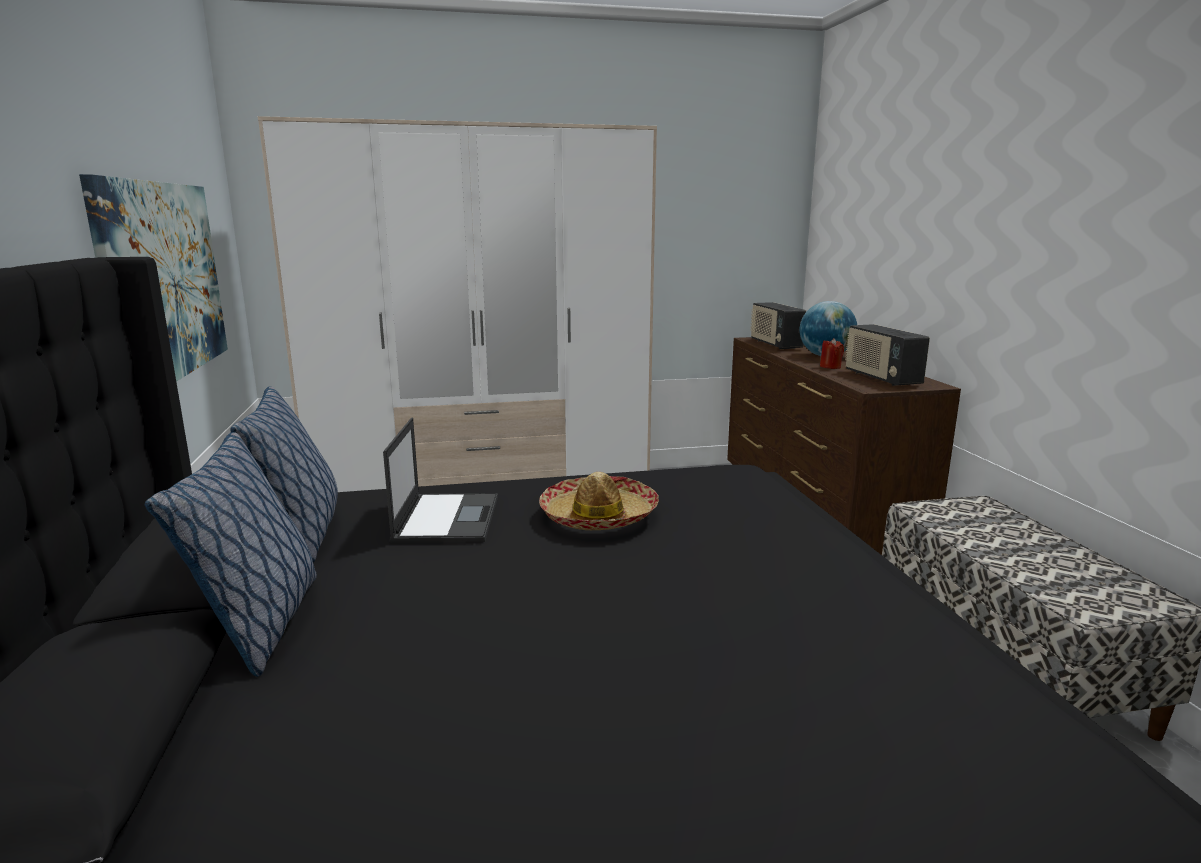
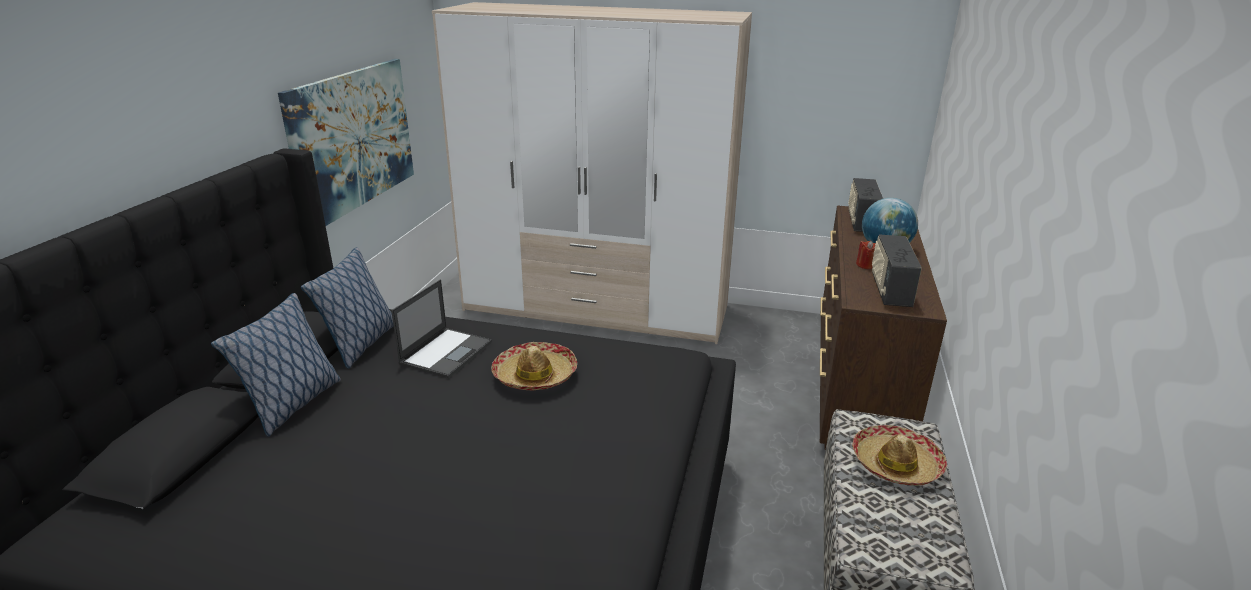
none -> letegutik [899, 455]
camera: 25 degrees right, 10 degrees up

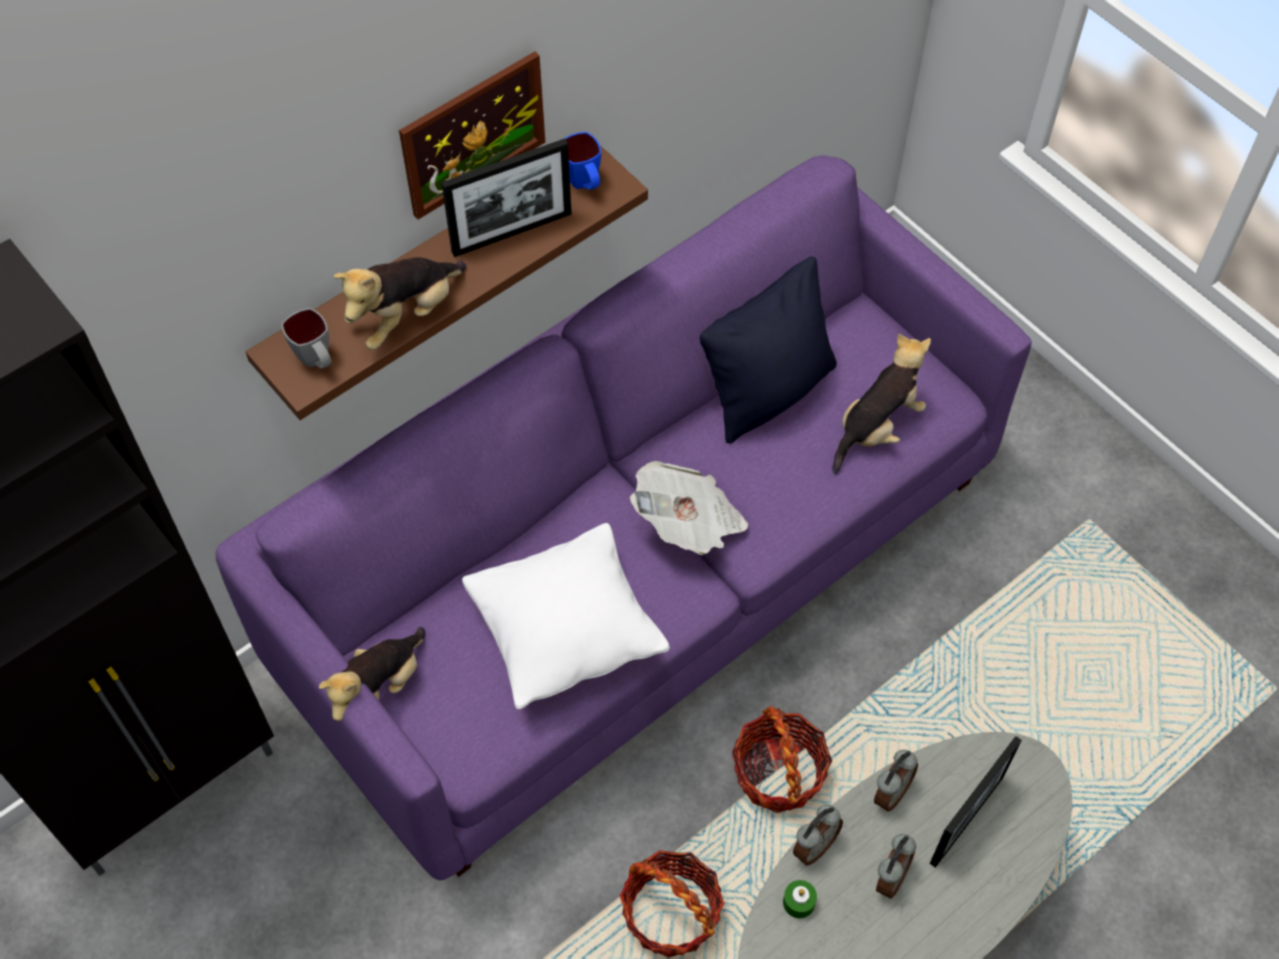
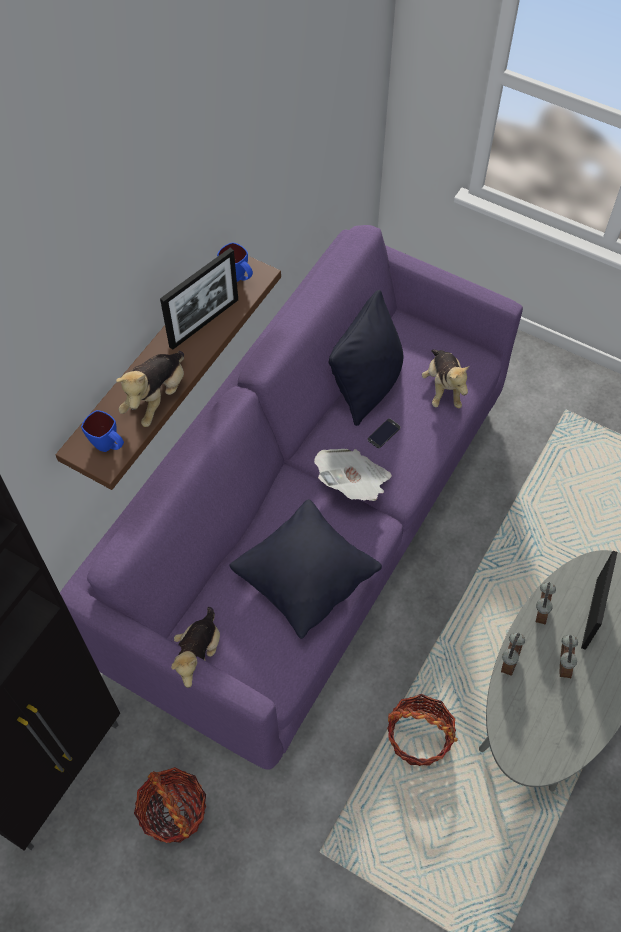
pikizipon [472, 136] -> none
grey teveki [306, 338] -> blue teveki [102, 431]
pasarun [881, 404] -> pasarun [446, 378], 150 degrees clockwise
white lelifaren [566, 616] -> black lelifaren [305, 569]
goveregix [782, 759] -> goveregix [170, 805], move
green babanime [800, 899] -> none
none -> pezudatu [384, 433]
camera: 20 degrees left, 0 degrees up

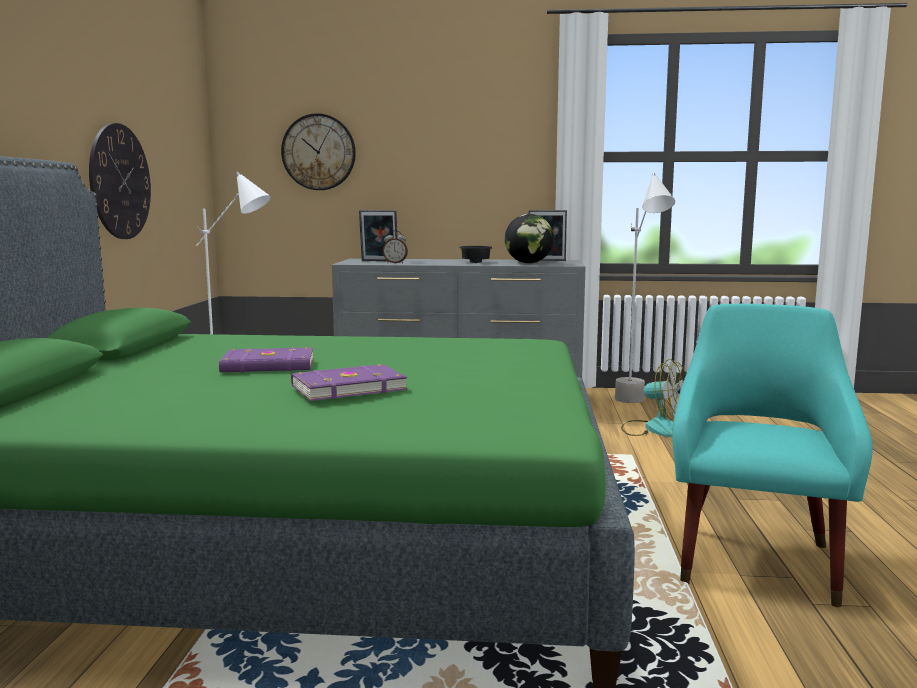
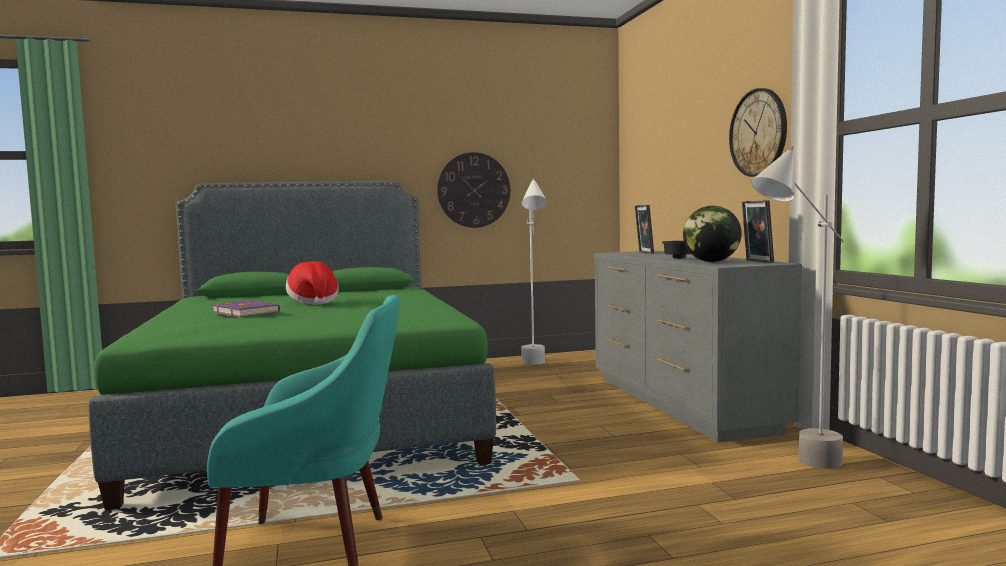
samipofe [318, 151] -> samipofe [758, 132], move
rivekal [395, 246] -> none
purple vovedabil [266, 360] -> letegutik [312, 283]
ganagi [653, 398] -> none
camera: 70 degrees right, 5 degrees down

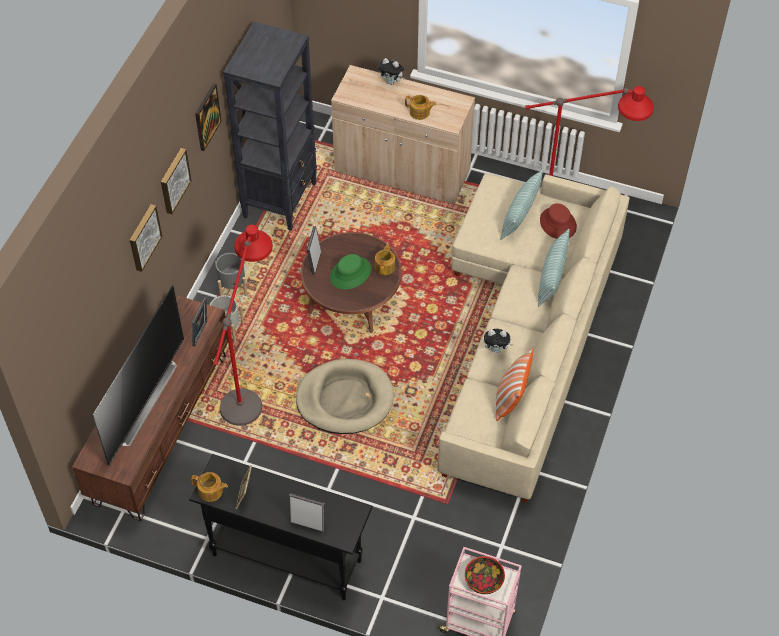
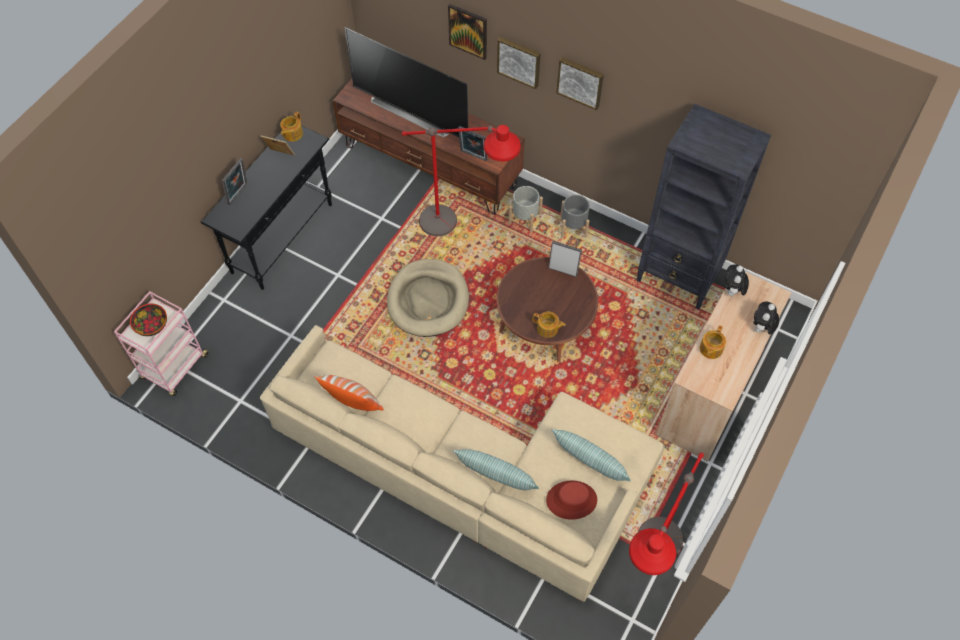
pikizipon [208, 117] -> pikizipon [467, 32], move
green letegutik [350, 271] -> none
pasarun [498, 341] -> pasarun [737, 281], move
camera: 100 degrees right, 5 degrees up

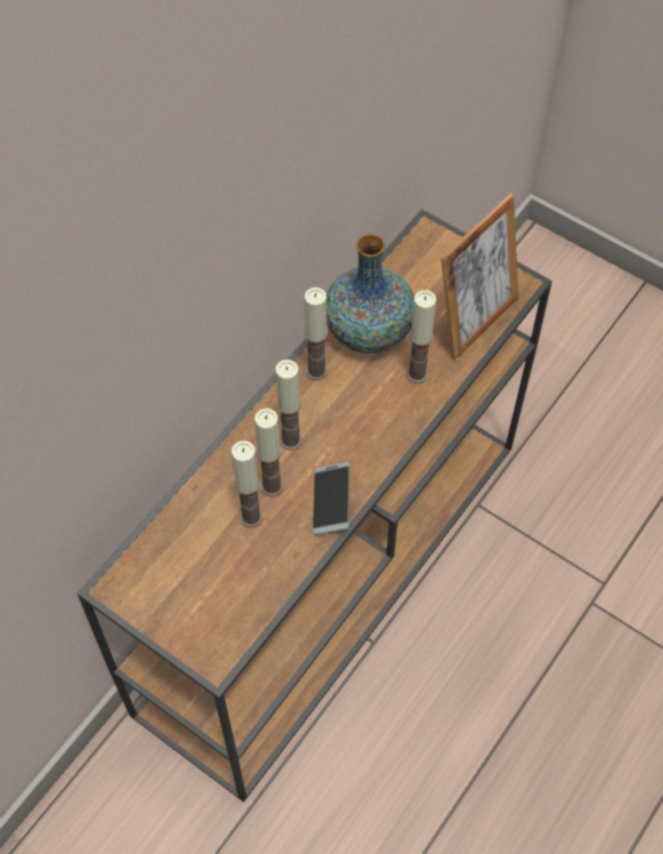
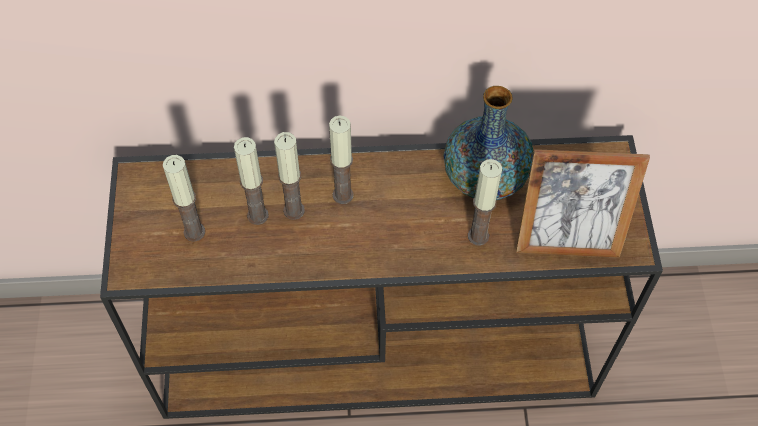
babanime [316, 334] -> babanime [184, 198], move
pezudatu [331, 498] -> none
camera: 50 degrees right, 0 degrees up

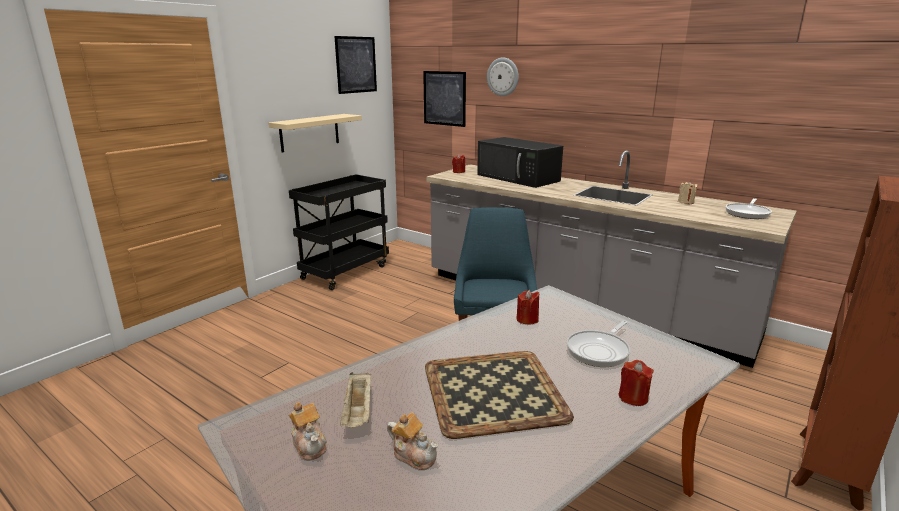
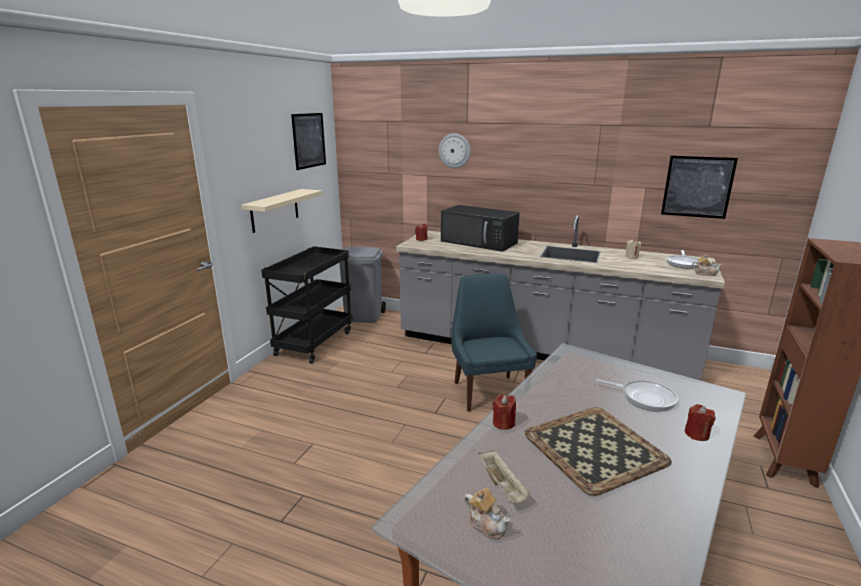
pikizipon [444, 99] -> pikizipon [699, 187], move
red babanime [528, 307] -> red babanime [504, 412], move
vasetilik [598, 343] -> vasetilik [637, 395], 90 degrees counterclockwise
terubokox [413, 441] -> terubokox [707, 265], move
none -> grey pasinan [362, 285]
camera: 15 degrees left, 0 degrees up

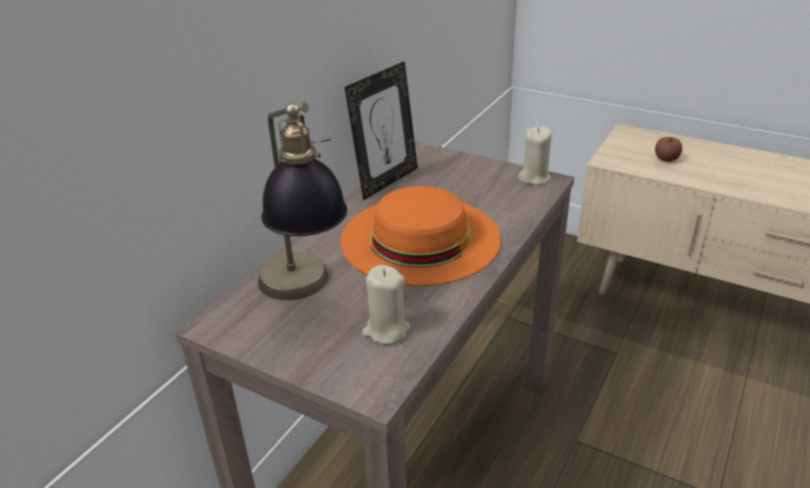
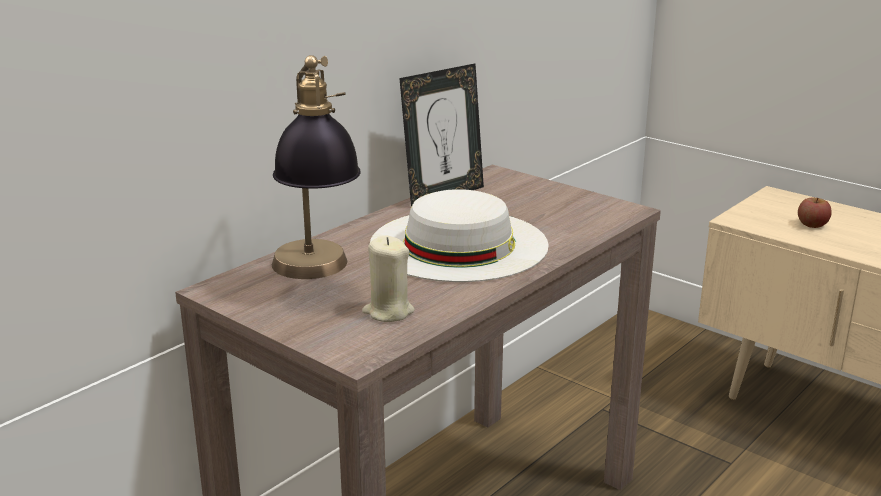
beige babanime [535, 155] -> none
orange letegutik [420, 236] -> white letegutik [459, 235]
camera: 10 degrees right, 10 degrees down

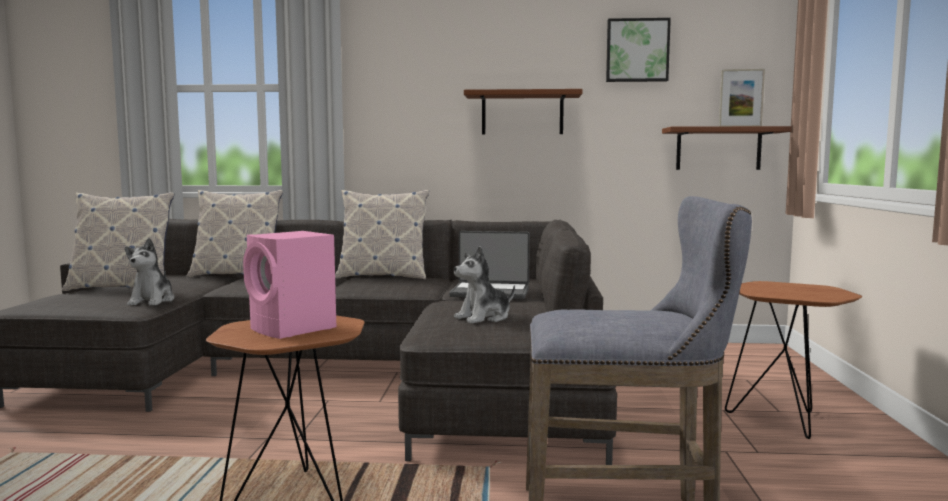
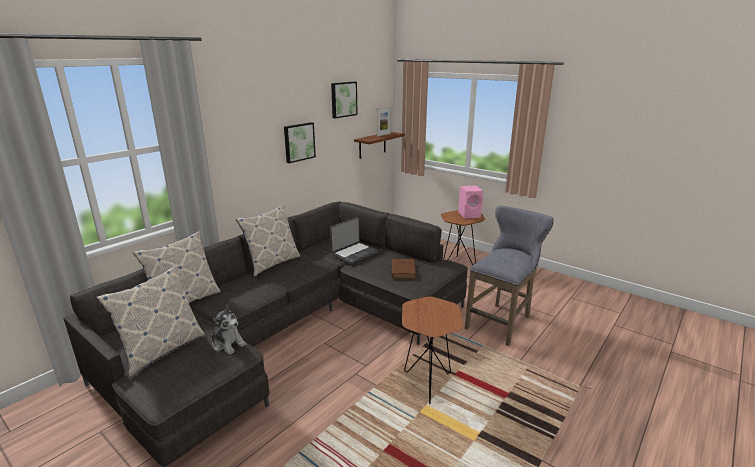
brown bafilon [523, 112] -> pikizipon [300, 142]
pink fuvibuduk [289, 285] -> pink fuvibuduk [470, 202], move
pasarun [484, 285] -> brown vovedabil [403, 269]
camera: 55 degrees left, 15 degrees up

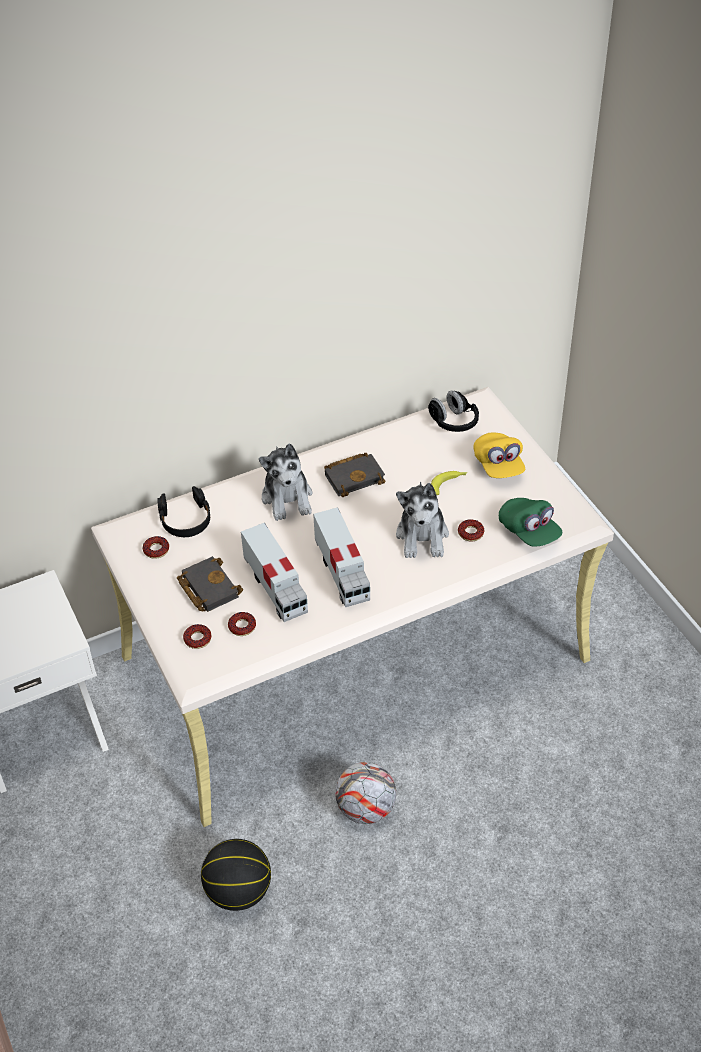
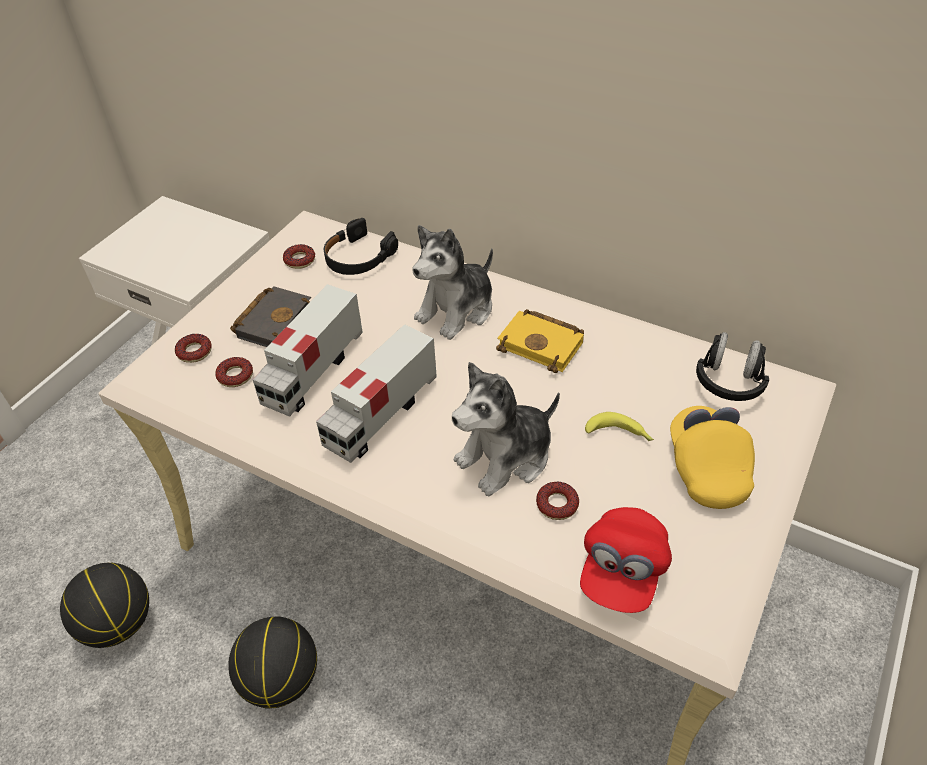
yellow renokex [499, 455] -> yellow renokex [712, 457], 135 degrees clockwise
black vovedabil [354, 475] -> yellow vovedabil [540, 341]
green renokex [530, 522] -> red renokex [626, 560]
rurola [365, 793] -> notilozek [272, 662]
camera: 55 degrees right, 0 degrees up

